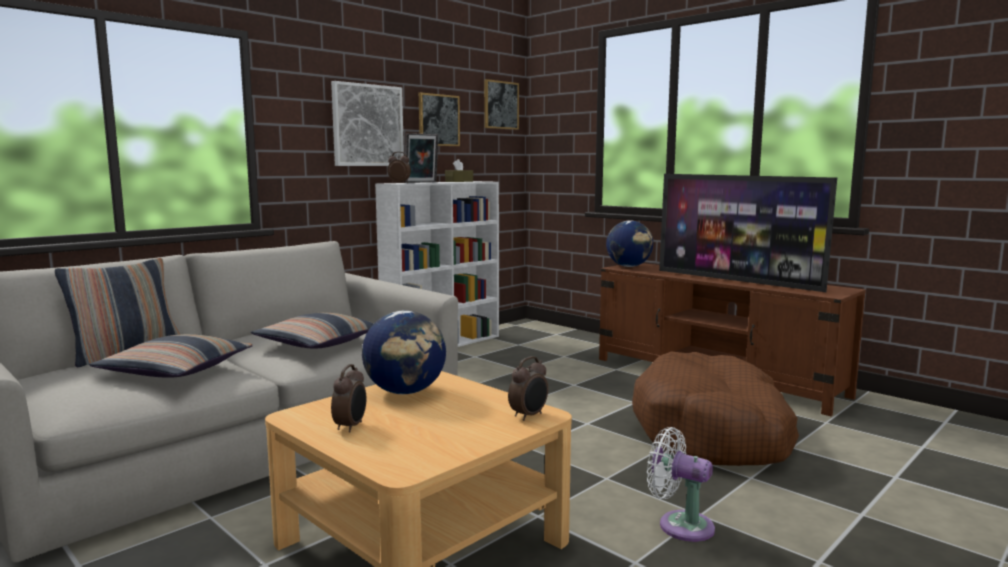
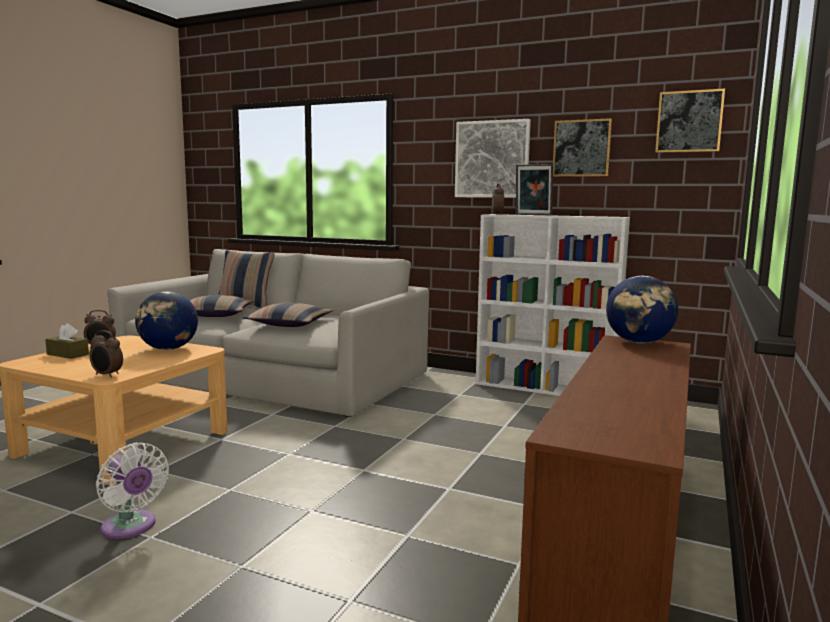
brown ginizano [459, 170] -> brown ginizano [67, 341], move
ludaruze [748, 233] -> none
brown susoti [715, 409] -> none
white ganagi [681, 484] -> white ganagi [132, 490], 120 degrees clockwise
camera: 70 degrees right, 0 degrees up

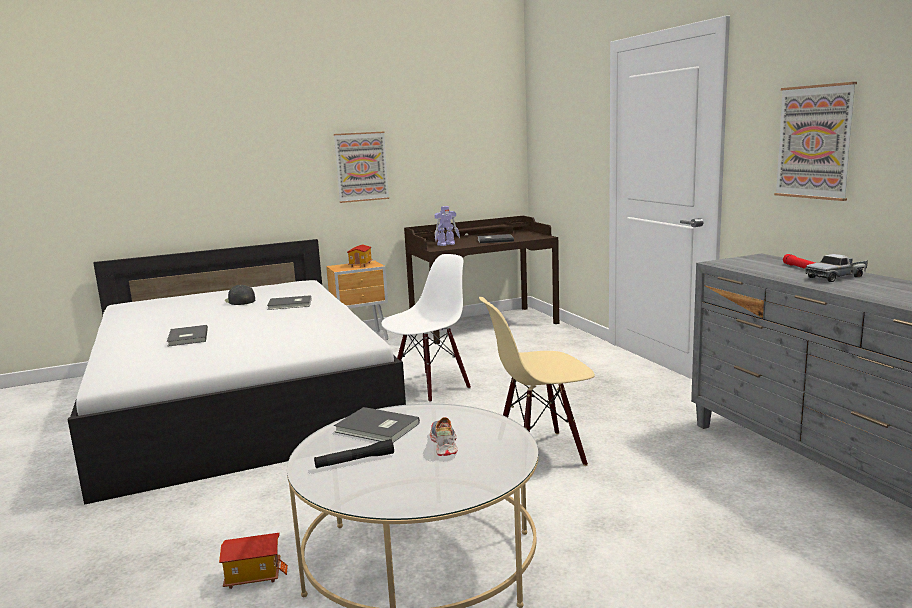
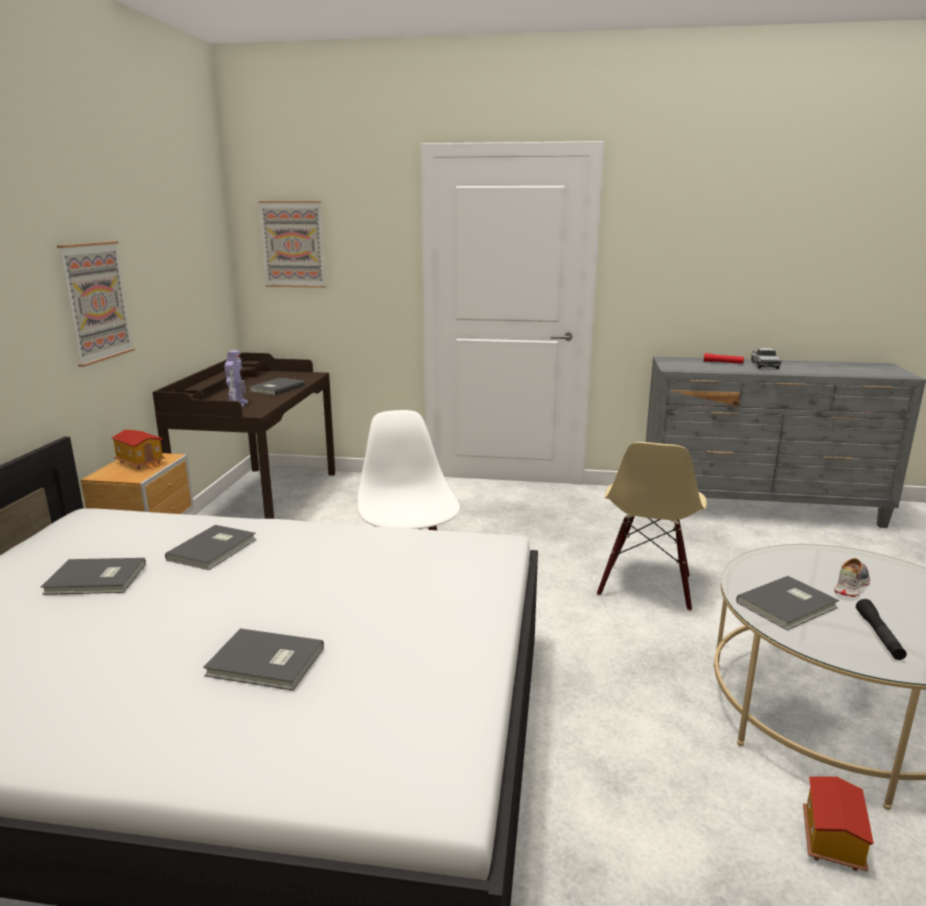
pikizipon [815, 141] -> pikizipon [292, 244], move
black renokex [240, 295] -> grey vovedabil [93, 576]
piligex [444, 436] -> piligex [852, 577], 105 degrees clockwise
camera: 60 degrees left, 5 degrees up

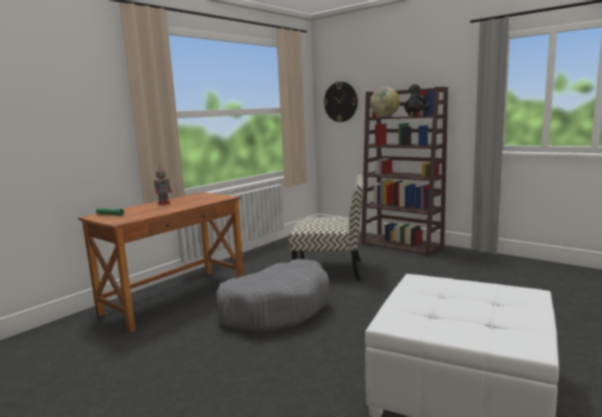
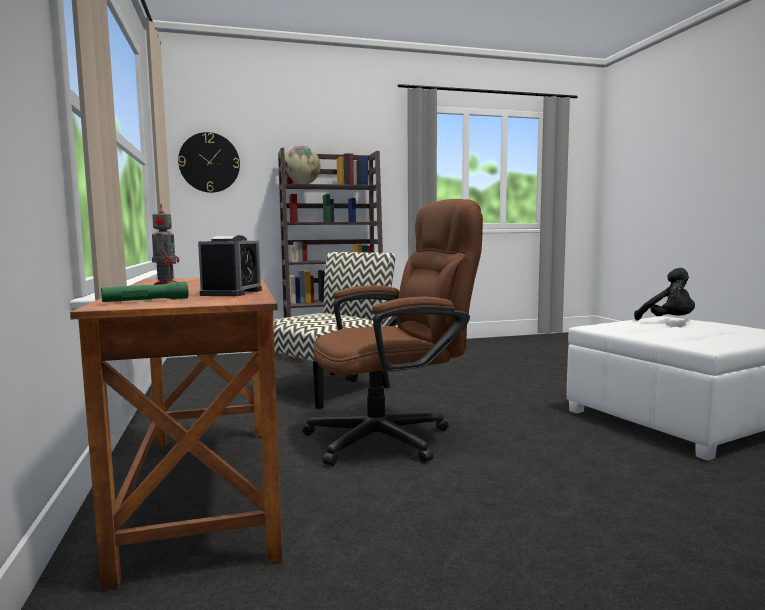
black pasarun [417, 100] -> black pasarun [664, 294], move
grey susoti [272, 295] -> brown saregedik [392, 332]
none -> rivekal [230, 265]
camera: 55 degrees left, 5 degrees down

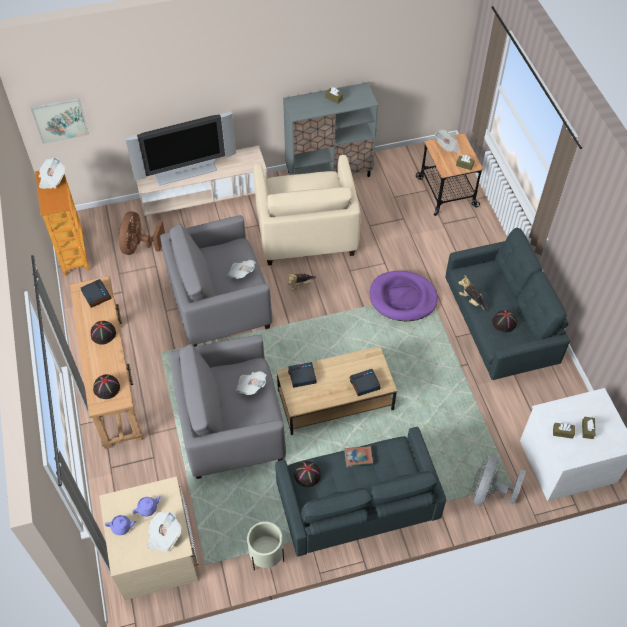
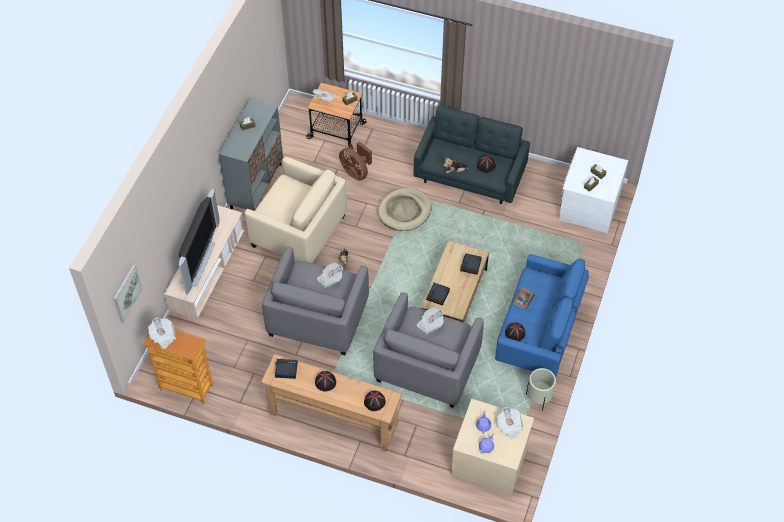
brown ganagi [141, 233] -> brown ganagi [355, 161], move
purple susoti [404, 296] -> beige susoti [405, 209]
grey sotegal [360, 491] -> blue sotegal [542, 315]
grey ganagi [499, 480] -> none
camera: 55 degrees left, 0 degrees up

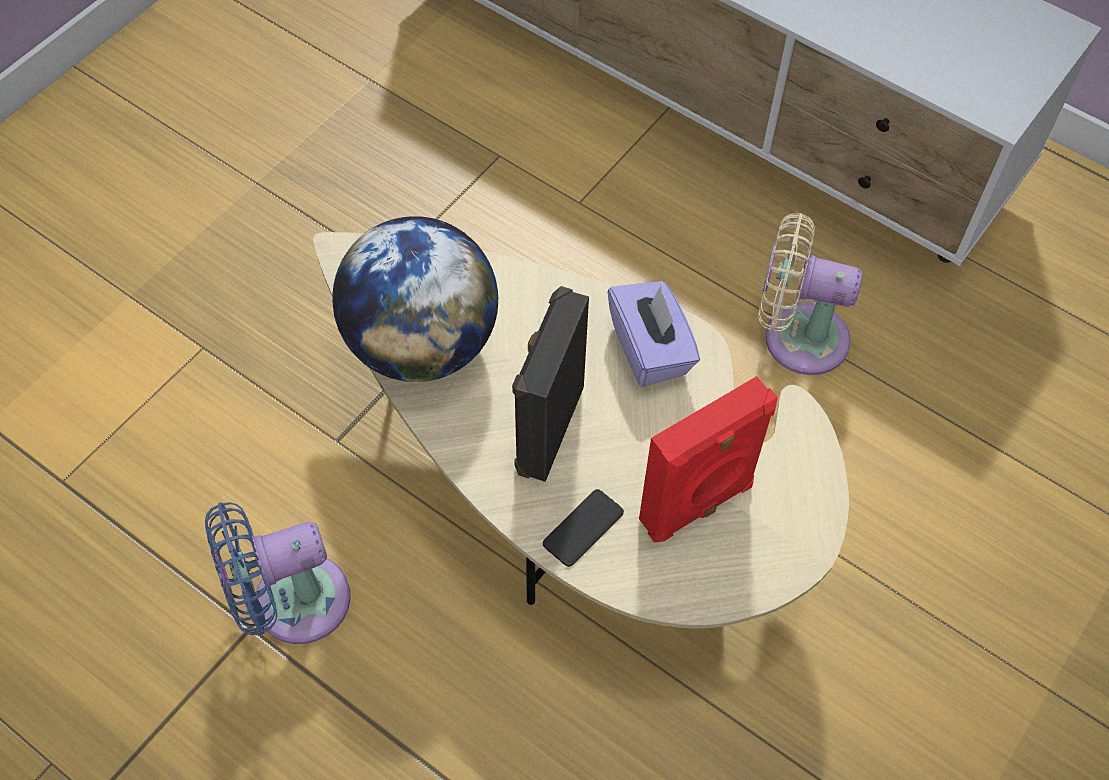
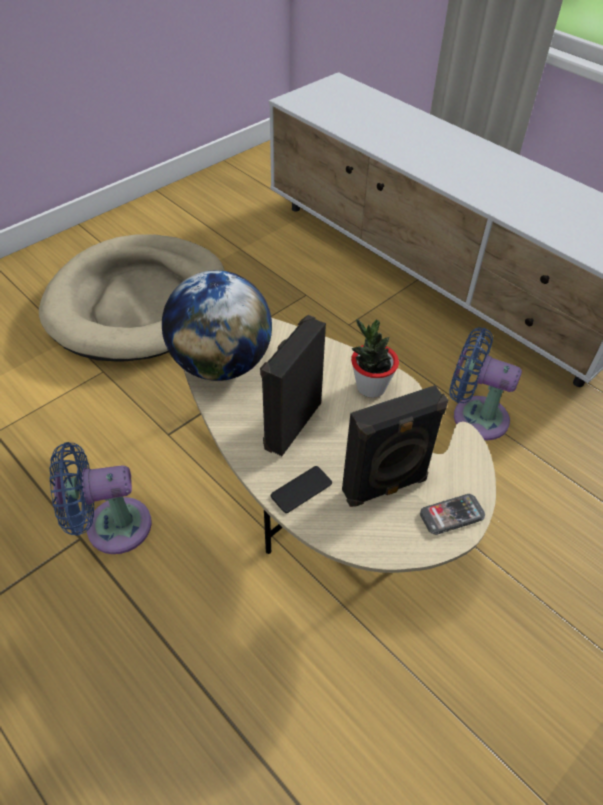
beige ganagi [810, 294] -> blue ganagi [485, 383]
purple ginizano [654, 334] -> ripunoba [375, 358]
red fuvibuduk [708, 459] -> black fuvibuduk [395, 446]
none -> beige susoti [132, 298]
none -> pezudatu [452, 514]
camera: 10 degrees right, 10 degrees down

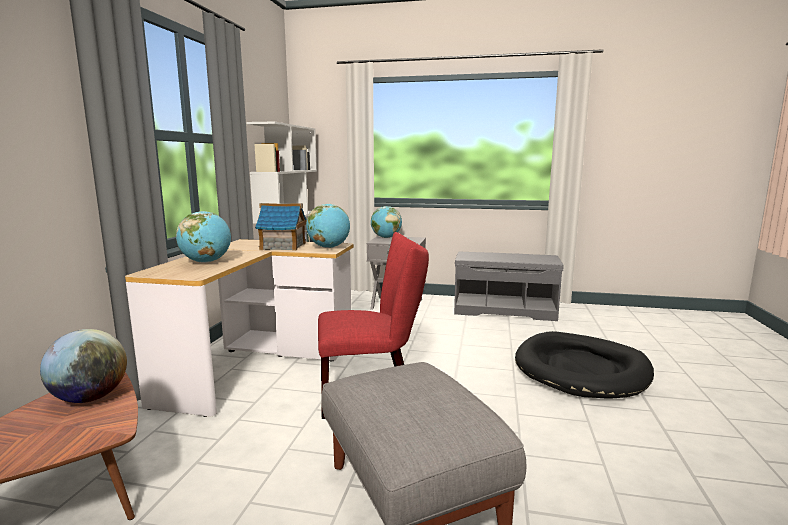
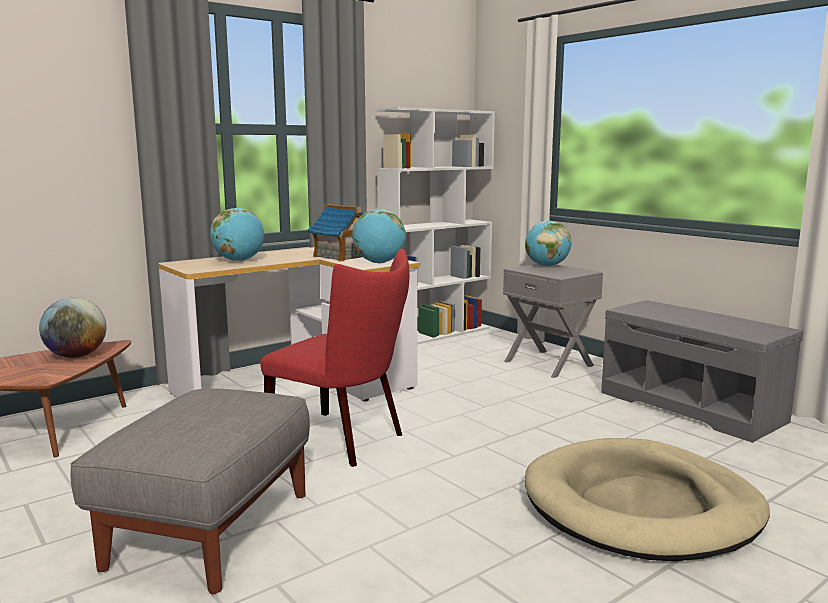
black susoti [584, 365] -> beige susoti [647, 499]
camera: 40 degrees right, 0 degrees up

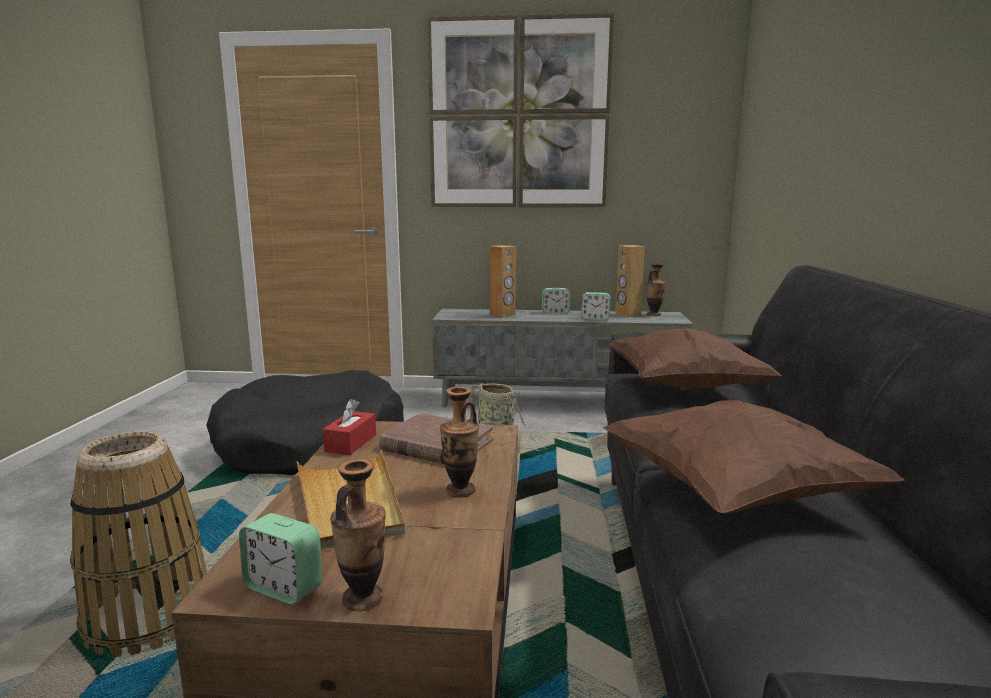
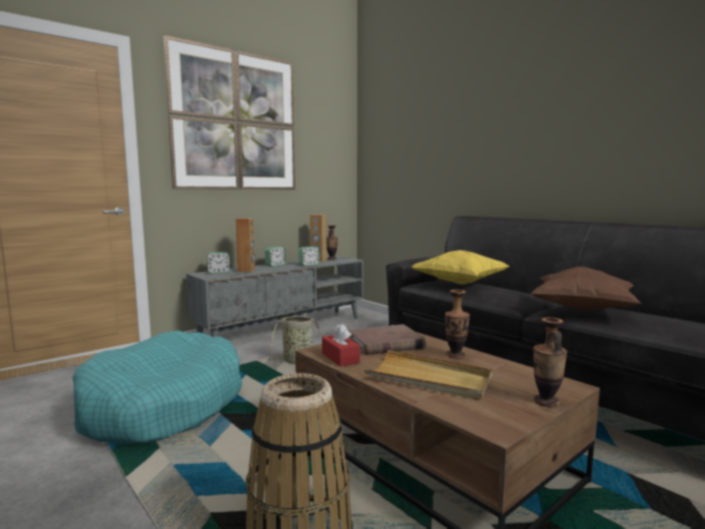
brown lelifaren [695, 360] -> yellow lelifaren [460, 267]
black susoti [305, 422] -> turquoise susoti [157, 387]
rivekal [280, 559] -> rivekal [218, 262], move
camera: 45 degrees left, 5 degrees down

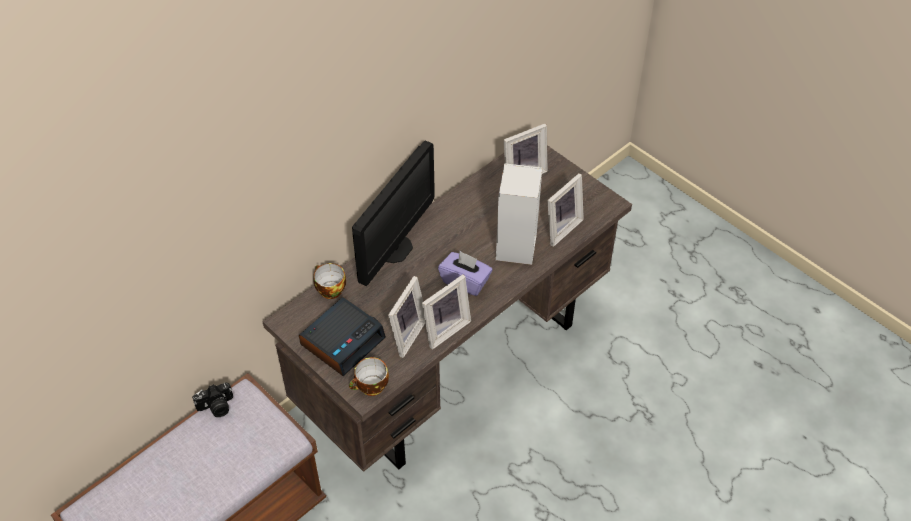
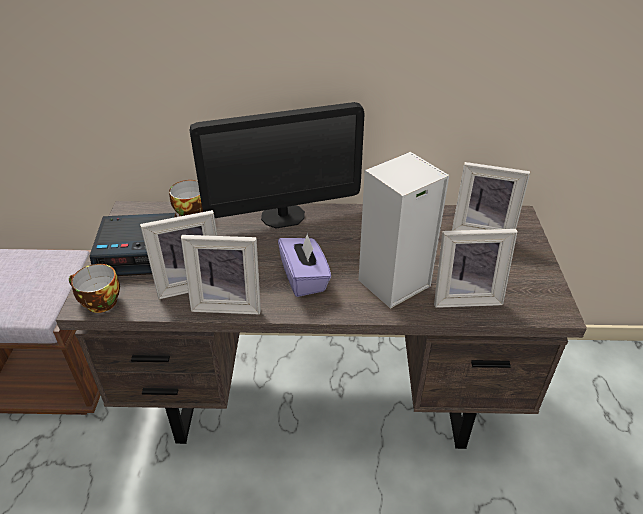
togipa [212, 399] -> none
camera: 45 degrees right, 10 degrees down

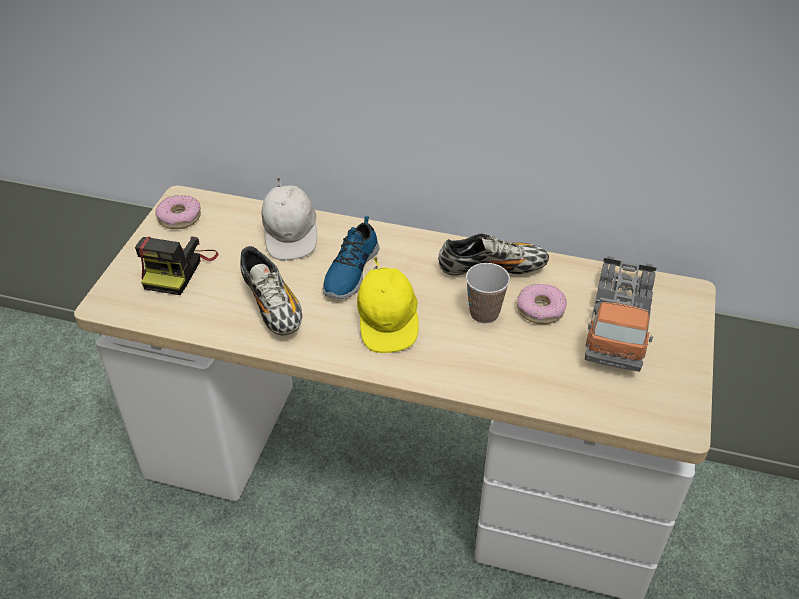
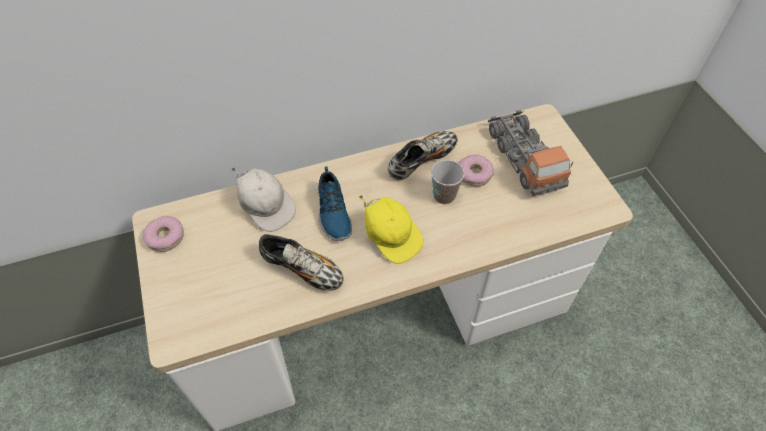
togipa [176, 266] -> none
camera: 35 degrees left, 10 degrees up

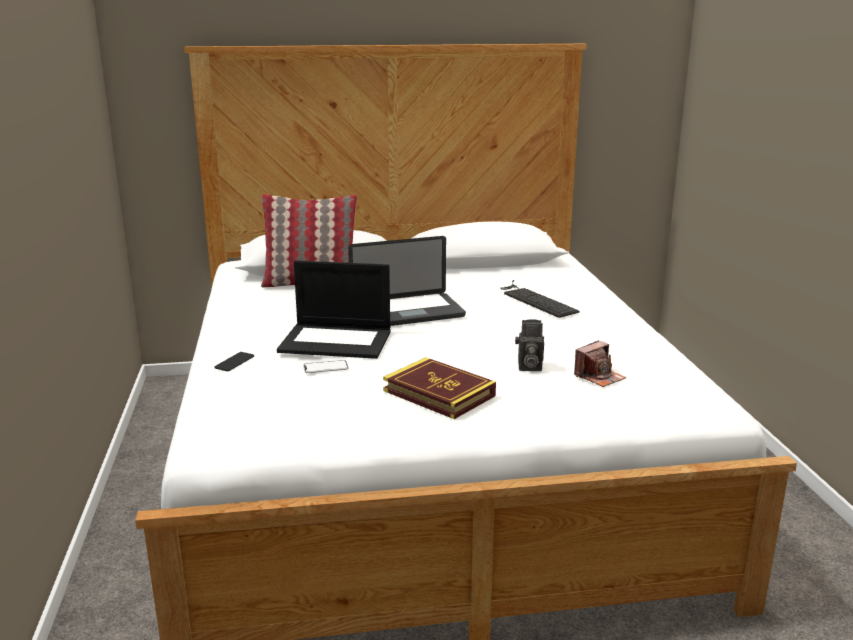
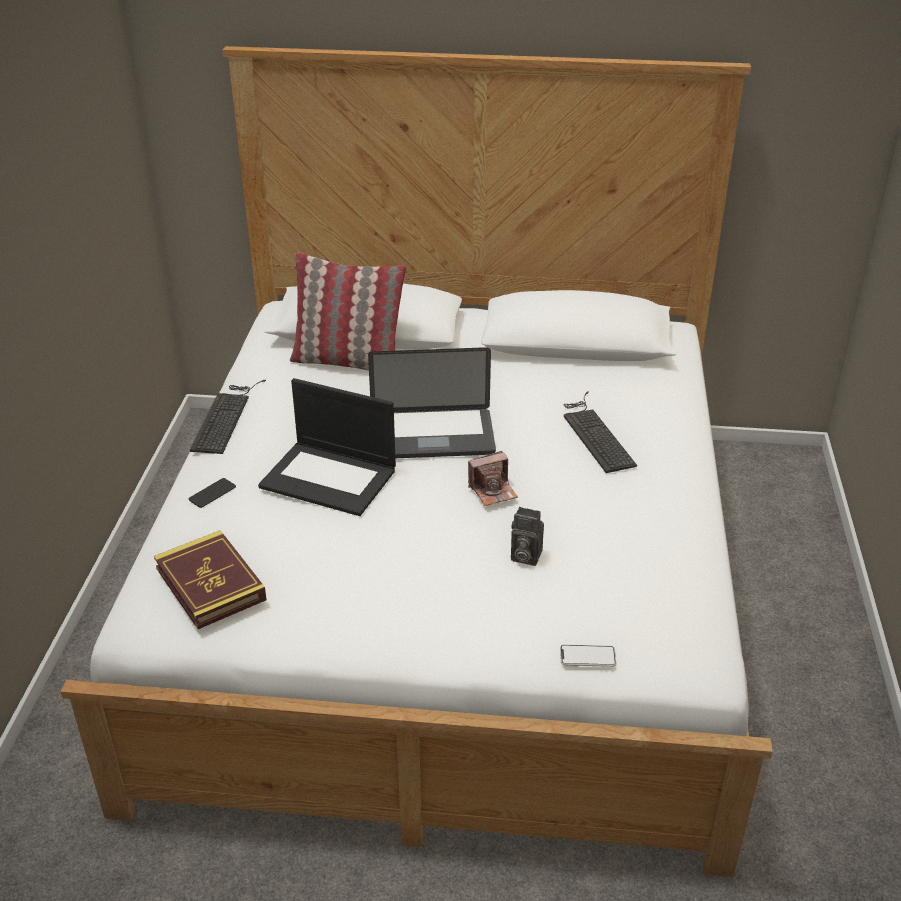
togipa [600, 363] -> togipa [493, 478], move
vovedabil [439, 388] -> vovedabil [210, 579], move
pezudatu [326, 366] -> pezudatu [588, 656], move
none -> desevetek [228, 417]
camera: 15 degrees right, 15 degrees up

